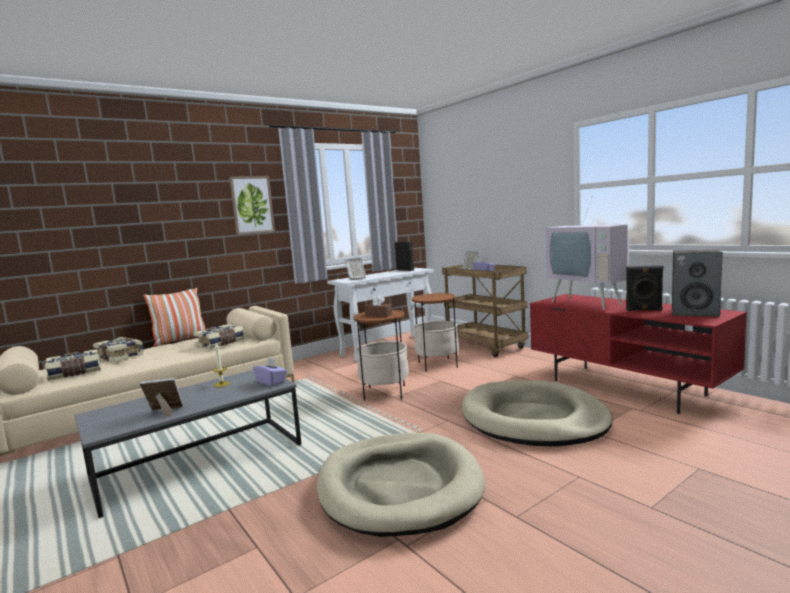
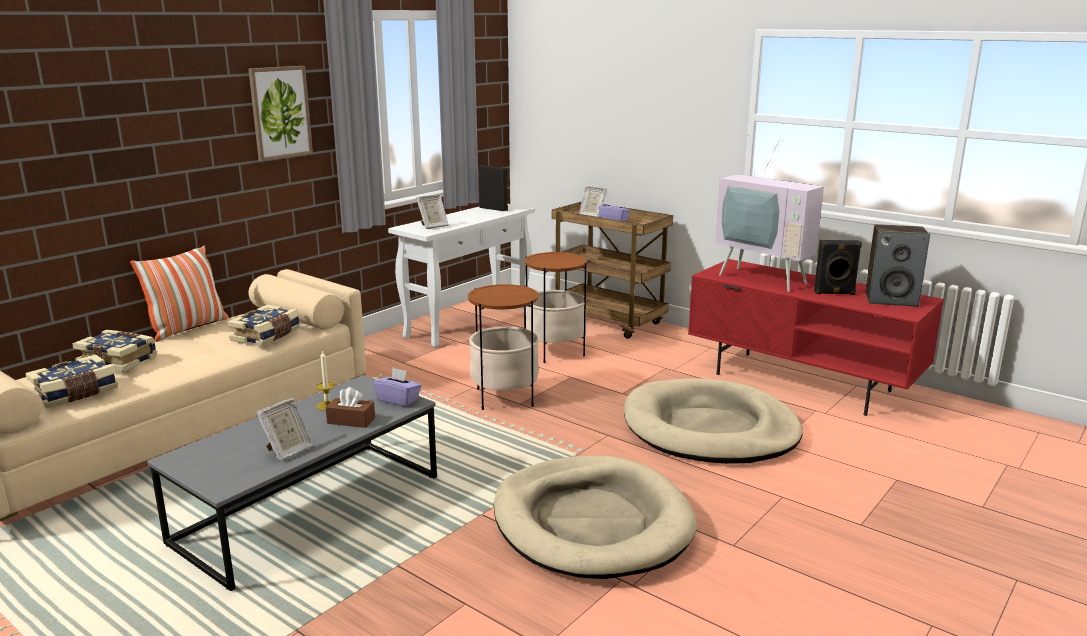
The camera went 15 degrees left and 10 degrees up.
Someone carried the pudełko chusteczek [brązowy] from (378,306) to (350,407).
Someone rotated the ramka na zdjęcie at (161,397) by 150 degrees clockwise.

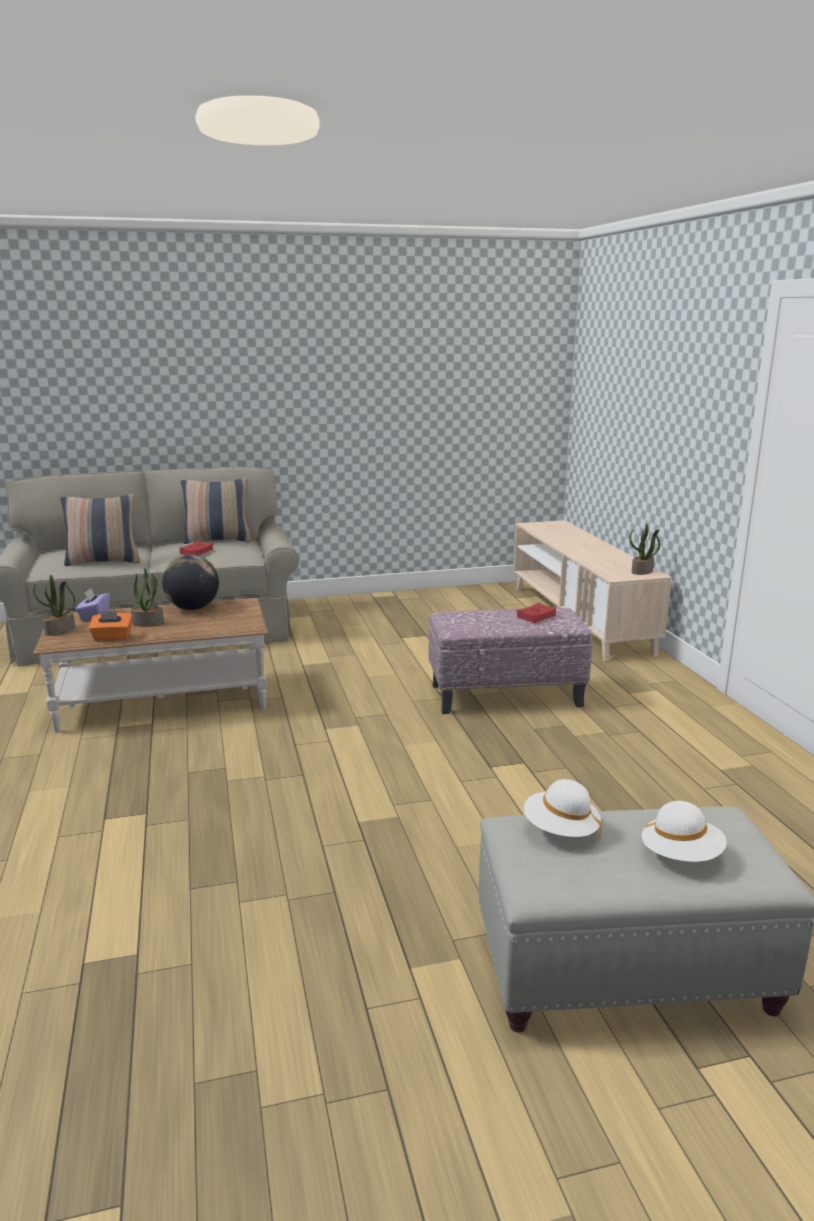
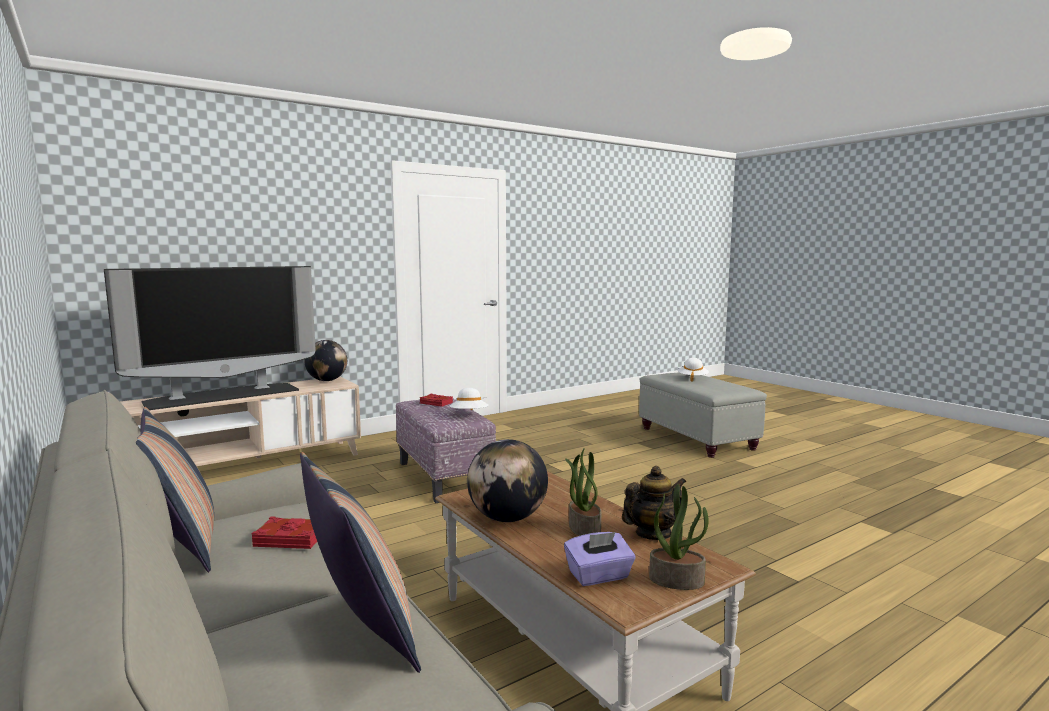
The camera went 110 degrees left and 10 degrees down.
Someone put down the telewizor at (210,338).
Someone carried the kapelusz [biały] from (562,809) to (469,399).
Someone swapped the pudełko chusteczek [pomarańczowy] at (110,626) for the imbryk at (654,503).
Someone swapped the roślina doniczkowa at (644,549) for the globus at (325,360).

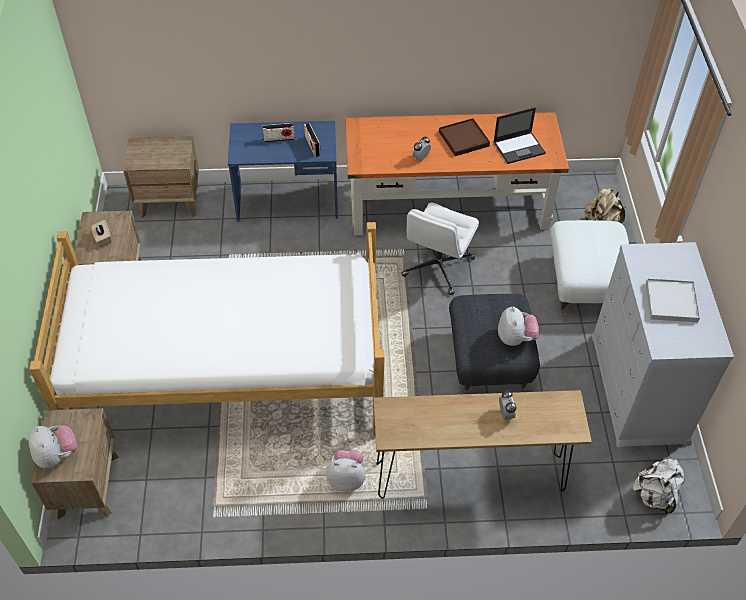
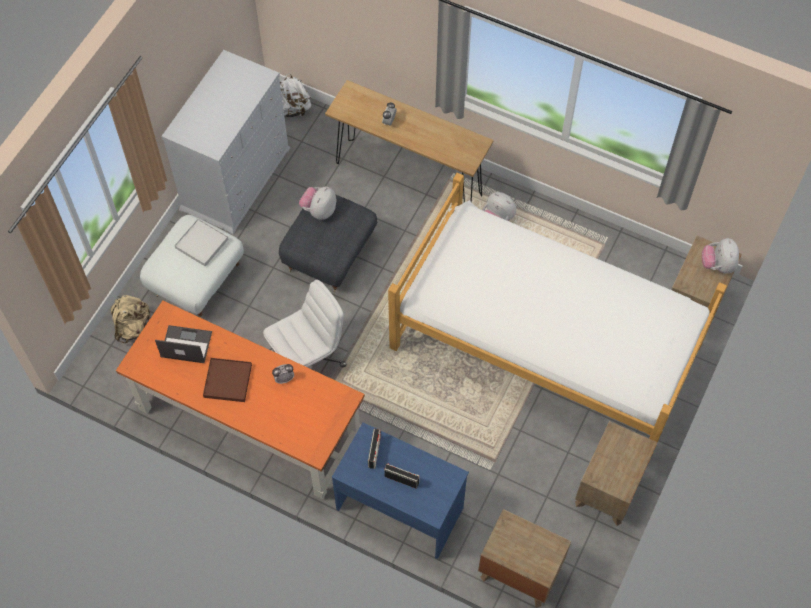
The camera went 150 degrees left and 10 degrees up.
Someone took away the pudełko chusteczek [beżowy] at (101,233).
Someone carried the taca [biały] from (673,300) to (201,243).

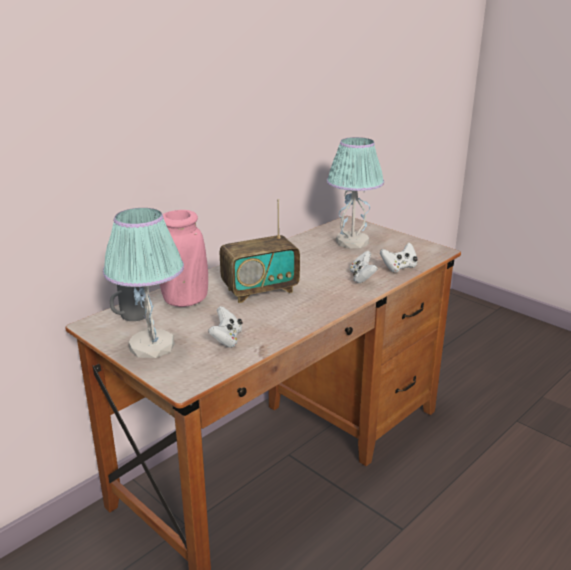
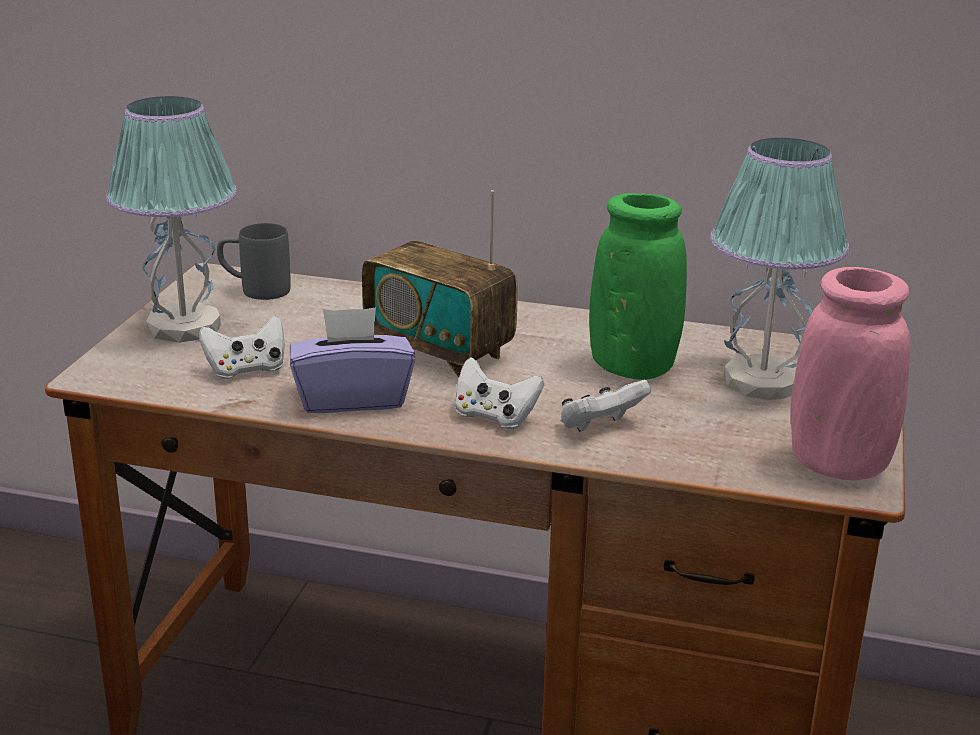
The camera went 60 degrees right and 0 degrees up.
Someone put down the pudełko chusteczek [fioletowy] at (352,360).
Someone put down the wazon [zielony] at (638,286).
Someone carried the wazon [różowy] from (184,258) to (850,373).
Someone carried the pad do gier [biały] from (399,257) to (499,393).

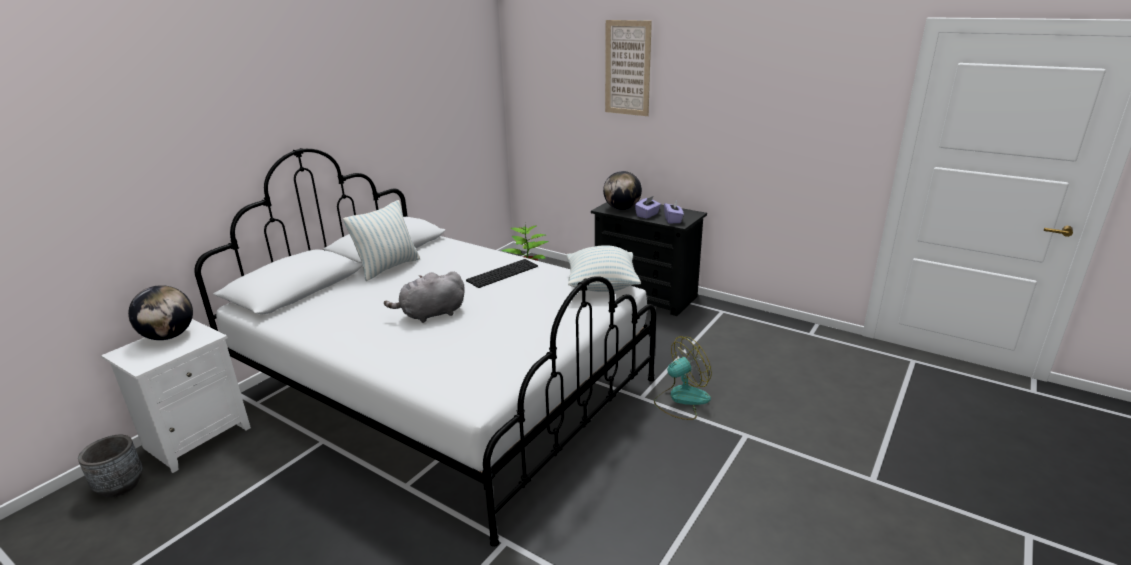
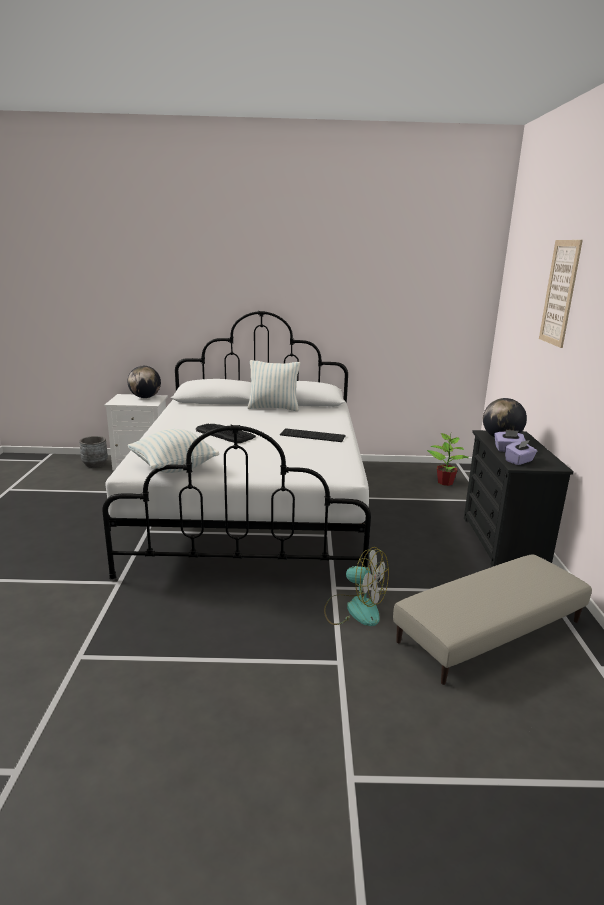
The camera went 55 degrees right and 5 degrees down.
Someone put down the pufa [beżowy] at (492,619).
Someone carried the poduszka from (604,268) to (173,451).
Someone swapped the pluszak [szary] at (424,297) for the klawiatura at (226,433).

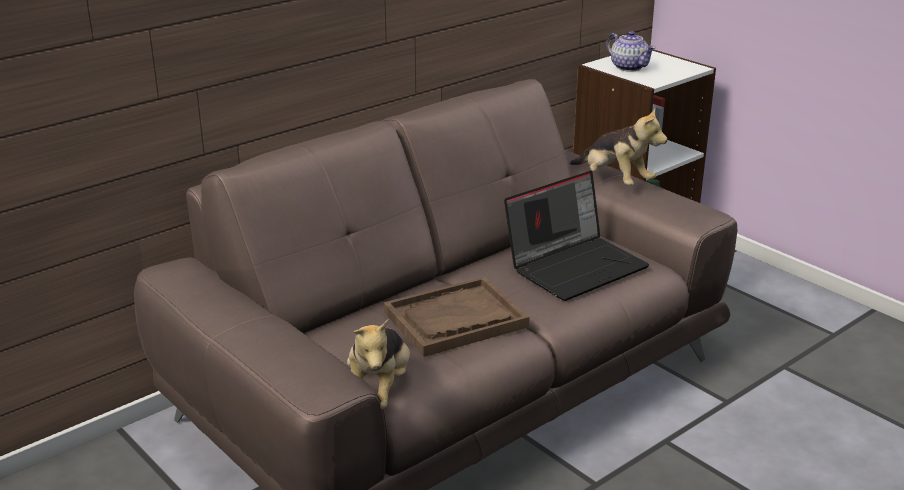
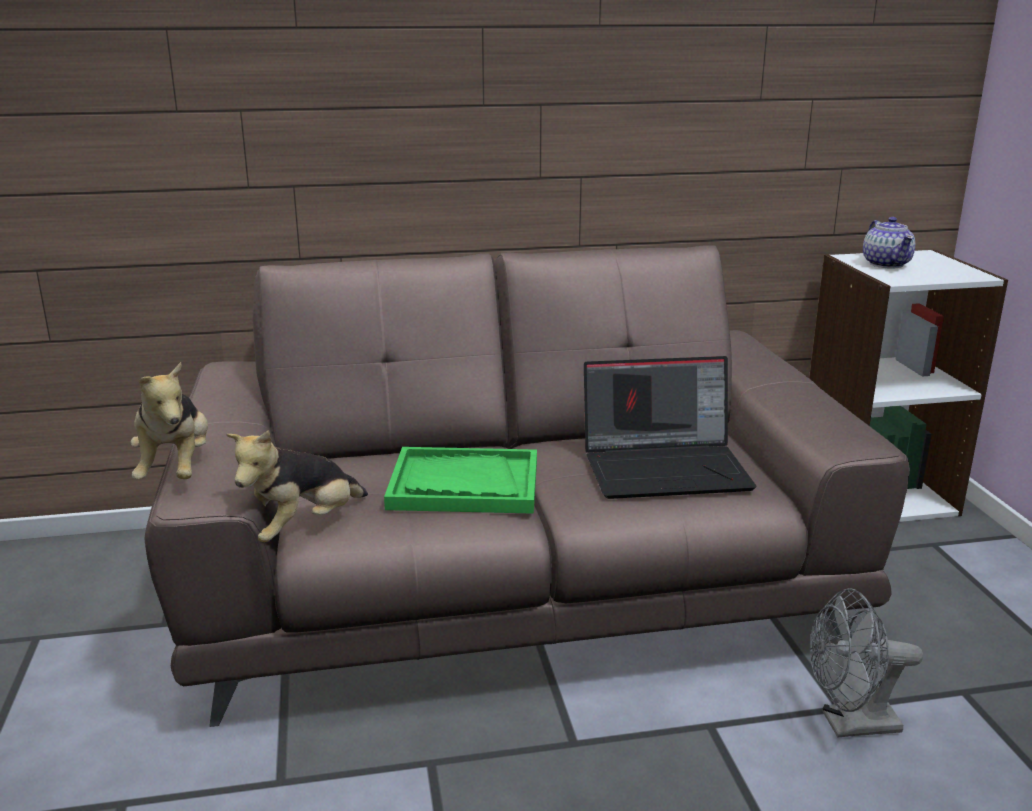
The camera went 30 degrees right and 5 degrees down.
Someone put down the wentylator [szary] at (866,663).
Someone carried the pluszak from (619,146) to (169,420).
Someone repainted the taca [brązowy] at (457,317), which became the taca [zielony] at (460,480).

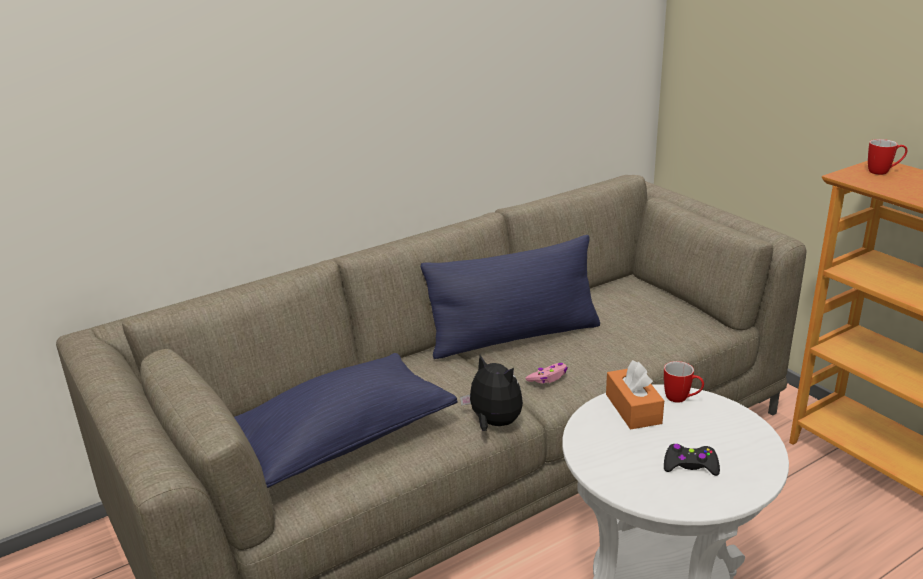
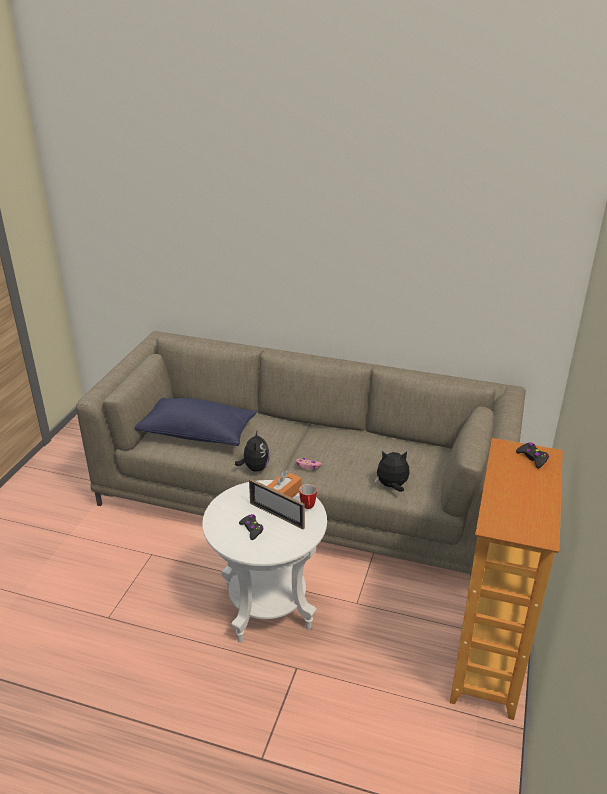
The camera went 50 degrees right and 5 degrees up.
Someone took away the poduszka [niebieski] at (510,297).
Someone put down the ramka na zdjęcie at (277,504).
Someone put down the pluszak at (392,471).
Someone swapped the kubek at (887,157) for the pad do gier [czarny] at (532,455).

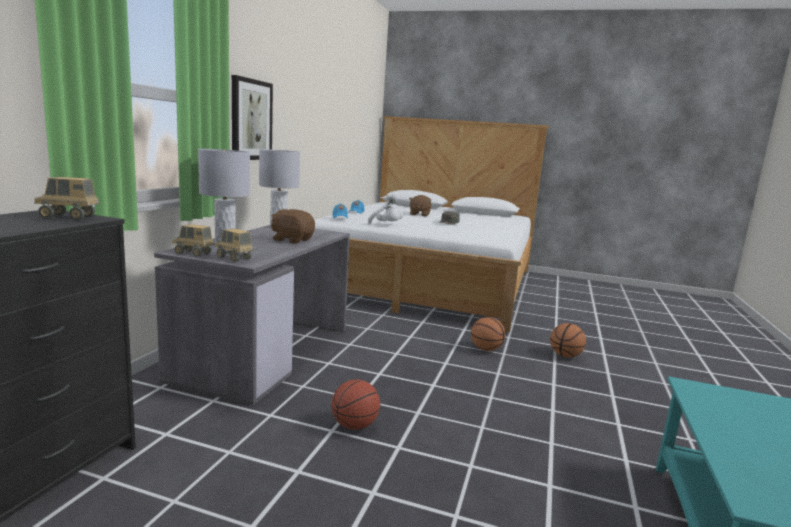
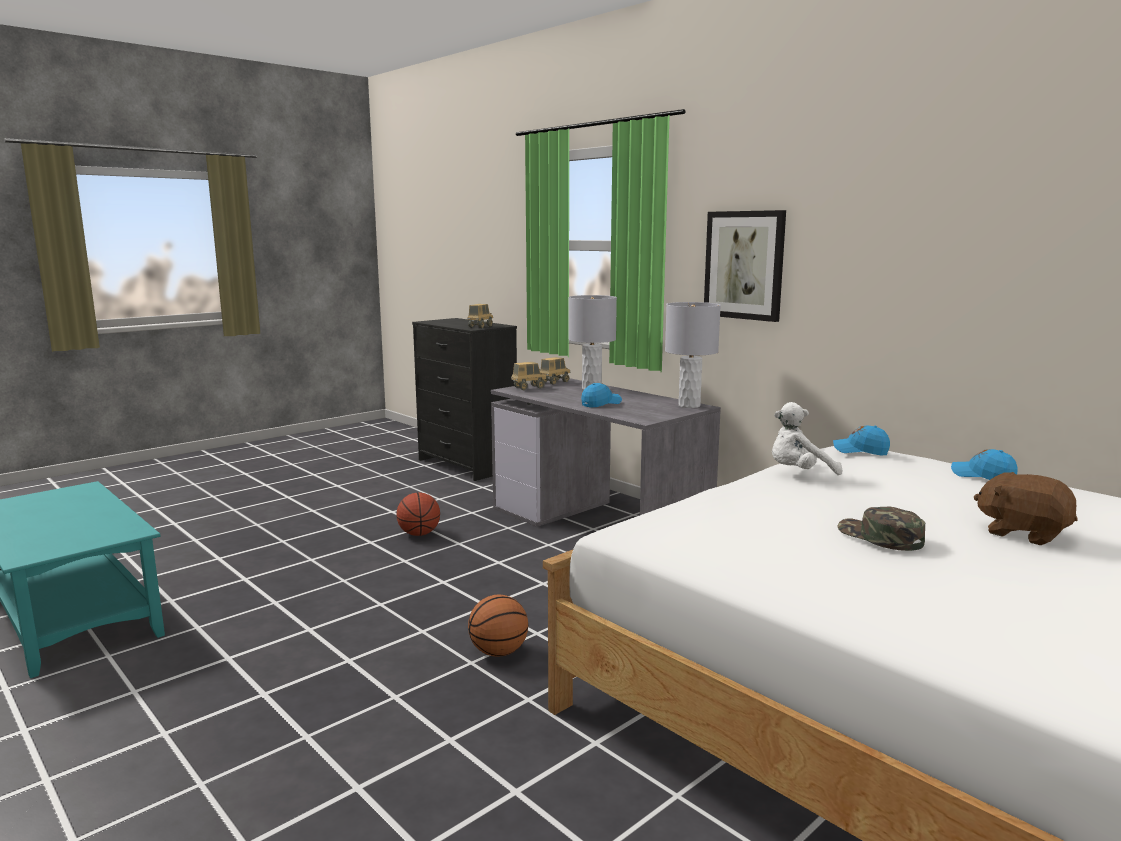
The camera went 120 degrees right and 0 degrees up.
Someone took away the piłka do koszykówki at (568,340).
Someone swapped the pluszak [brązowy] at (293,226) for the czapka z daszkiem [niebieski] at (601,395).

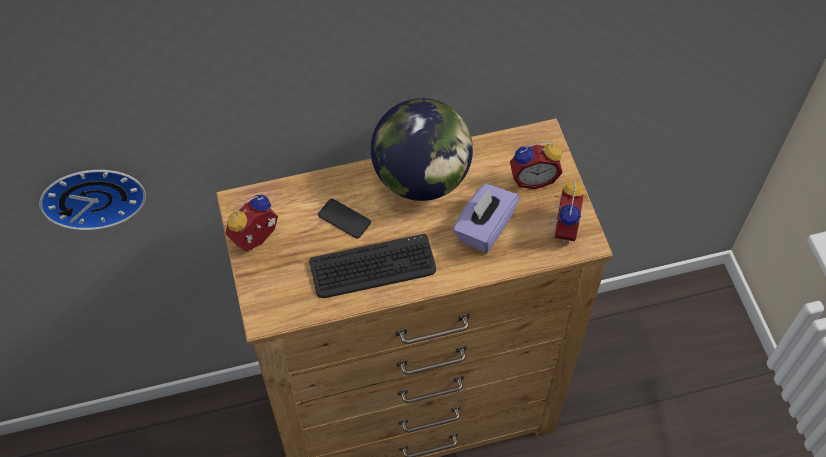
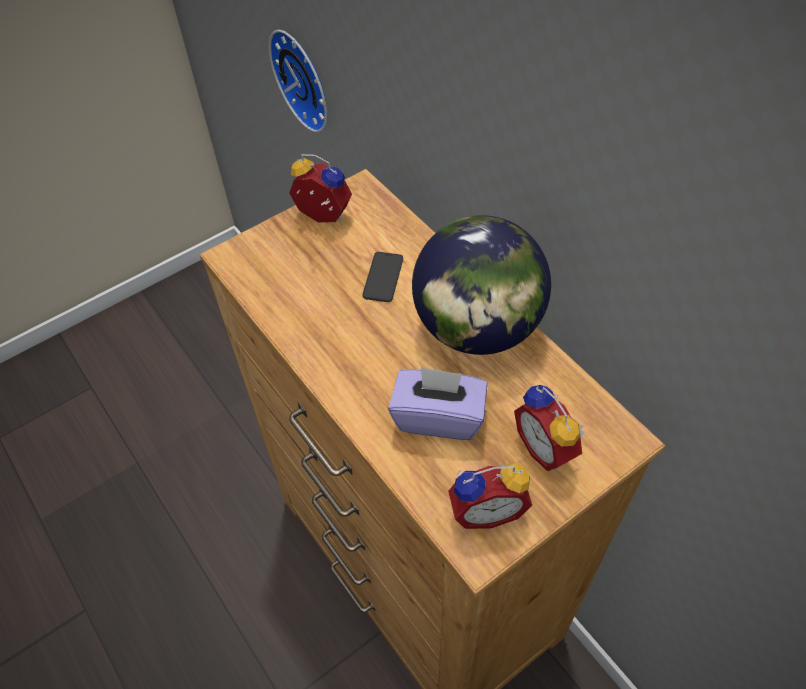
The camera went 70 degrees right and 5 degrees down.
Someone took away the klawiatura at (372,266).

